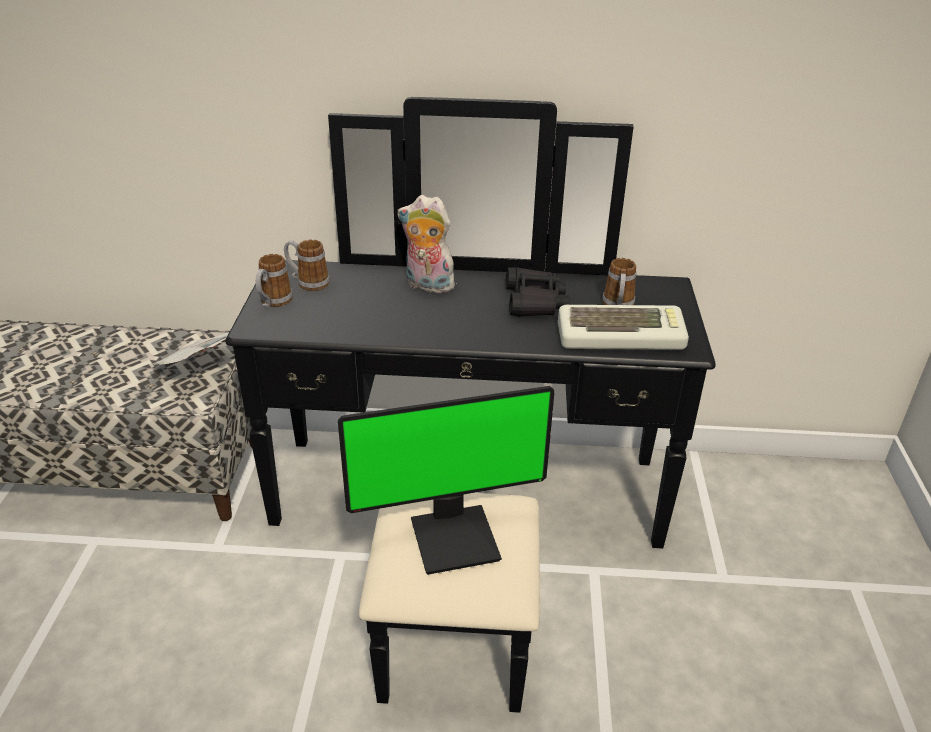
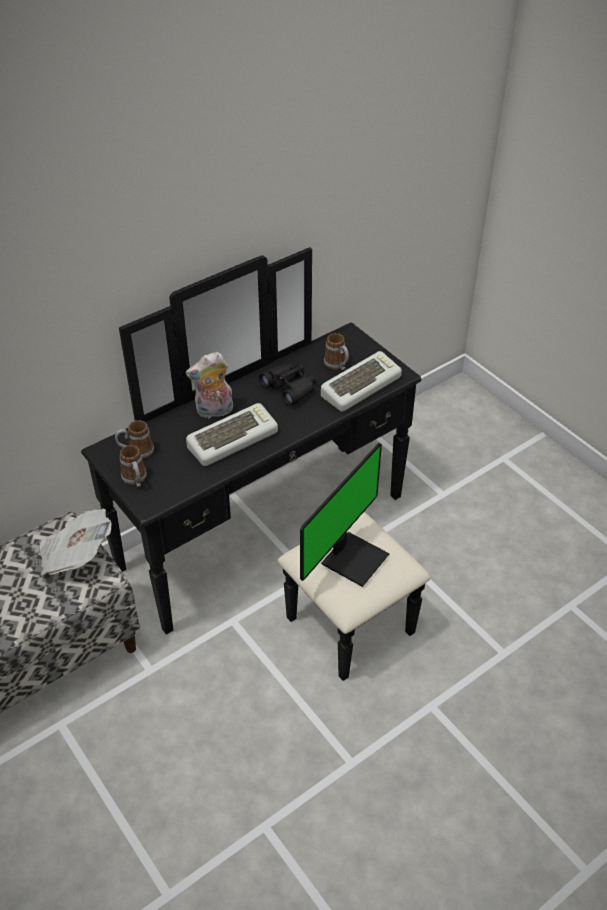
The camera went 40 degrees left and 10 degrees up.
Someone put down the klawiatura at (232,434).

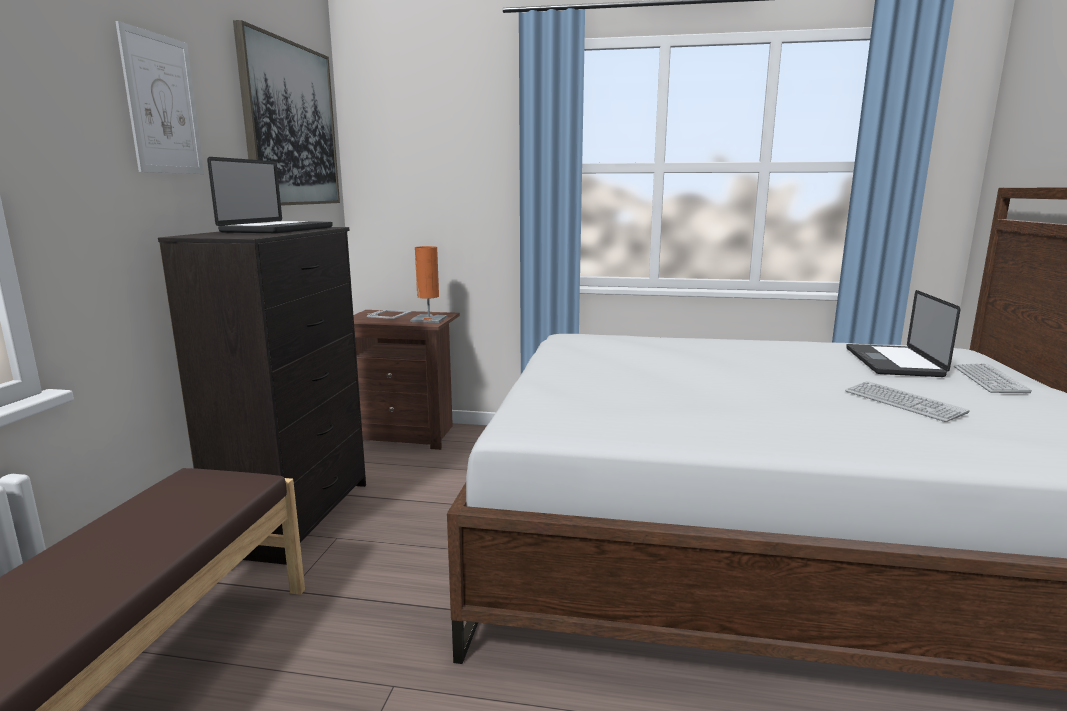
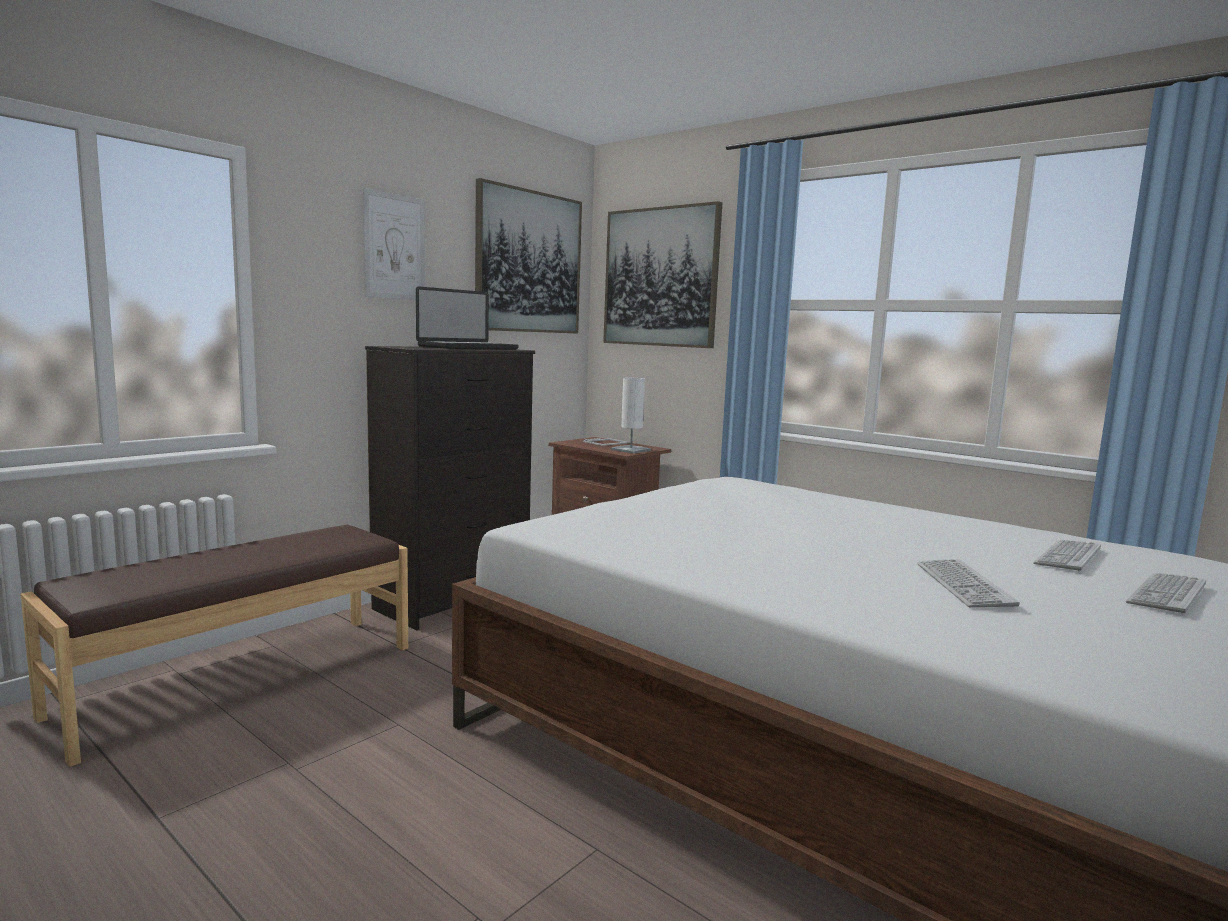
The camera went 30 degrees right and 5 degrees down.
Someone put up the obraz at (662,274).
Someone swapped the laptop at (903,333) for the klawiatura at (1067,556).
Someone repainted the lampa stołowa [pomarańczowy] at (429,284), which became the lampa stołowa [biały] at (631,416).

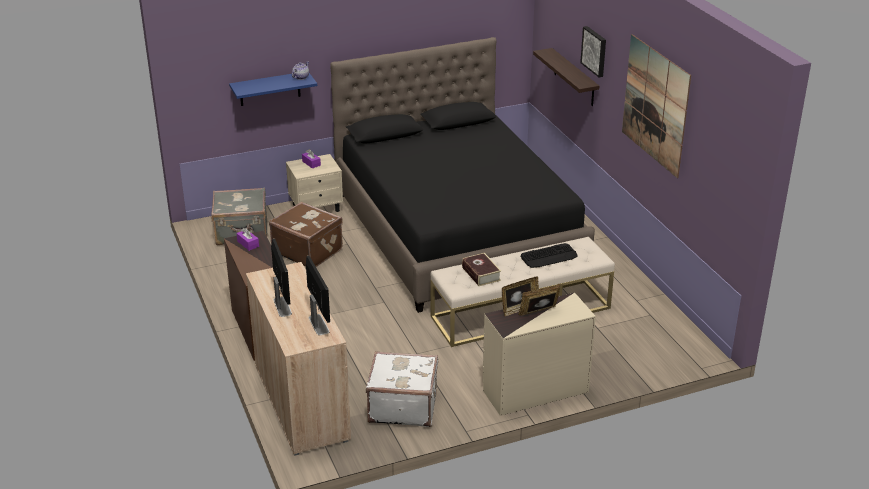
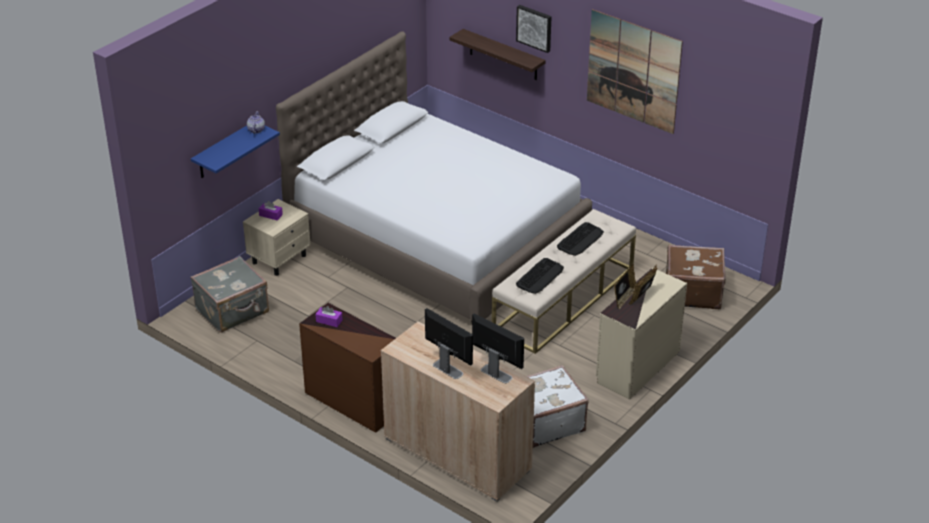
The camera went 30 degrees left and 5 degrees up.
Someone carried the walizka [brązowy] from (306,234) to (696,277).
Someone swapped the książka at (481,269) for the klawiatura at (540,276).
Someone repainted the łóżko [czarny] at (462,175), which became the łóżko [biały] at (434,177).

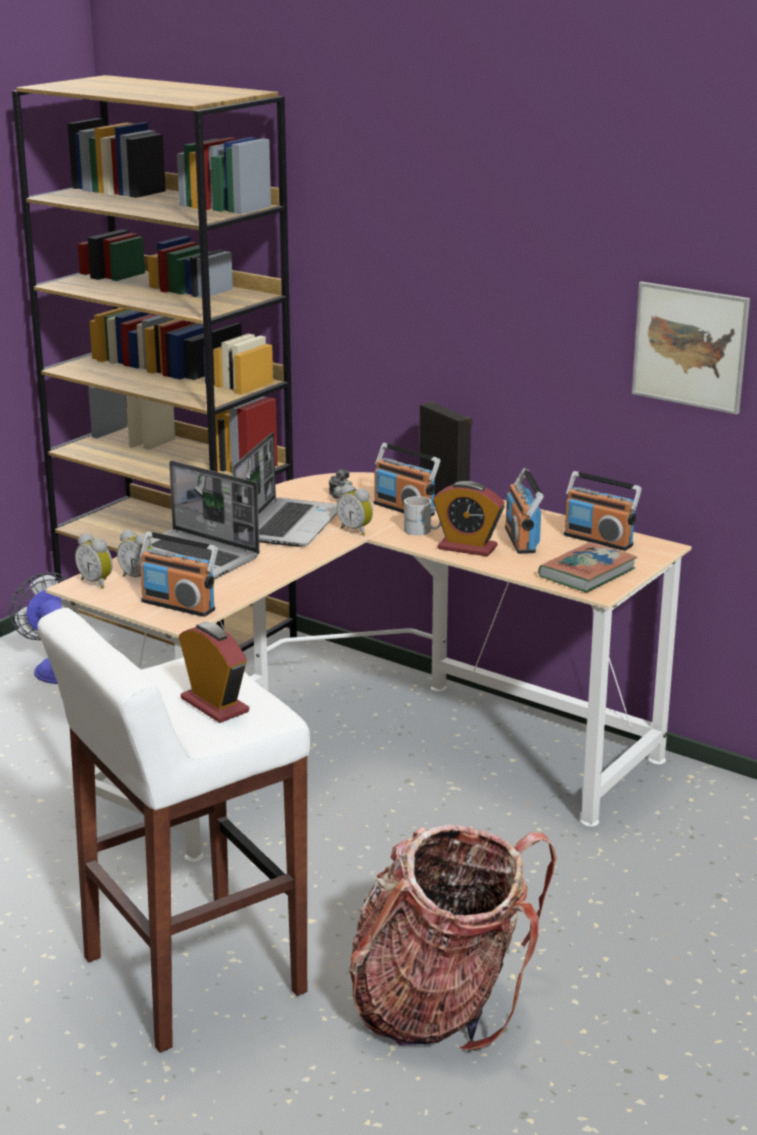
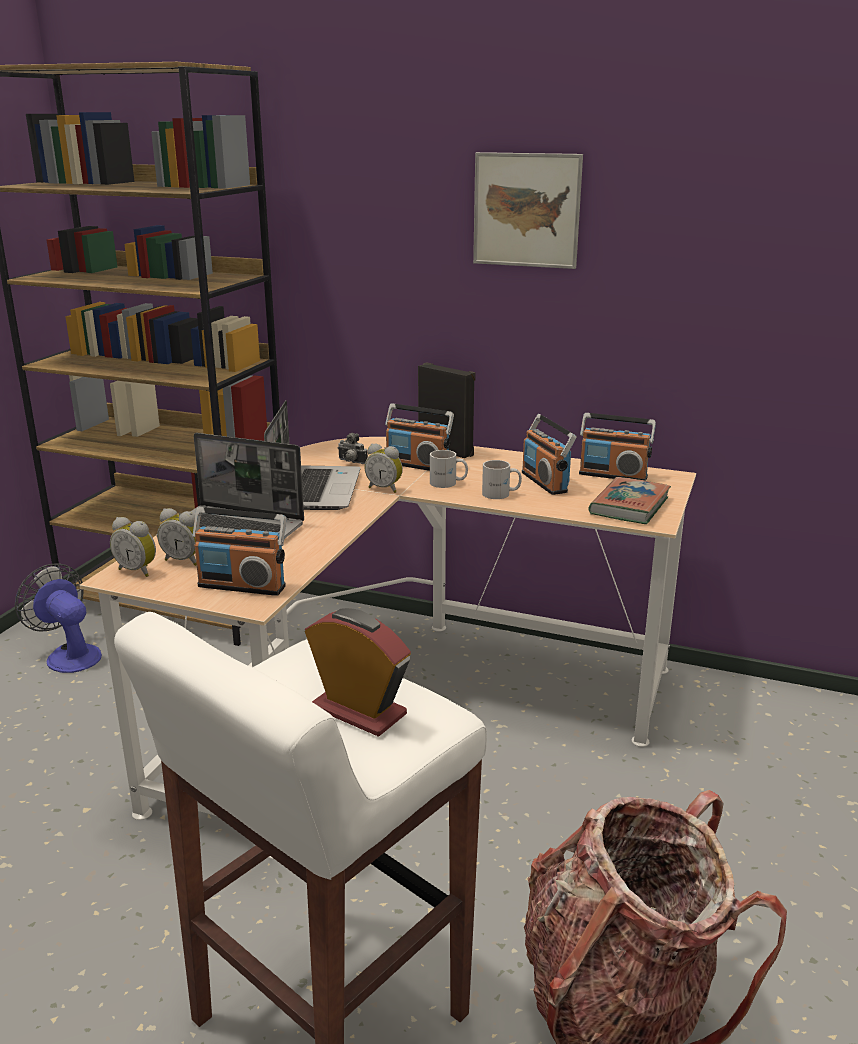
The camera went 15 degrees left and 0 degrees up.
Someone carried the obraz from (691,348) to (528,210).
Someone swapped the budzik at (469,519) for the kubek [biały] at (502,479).

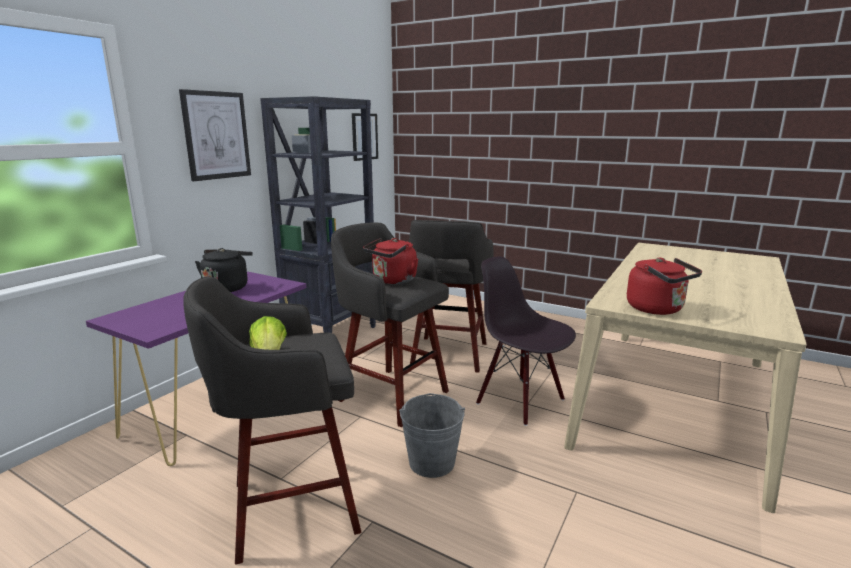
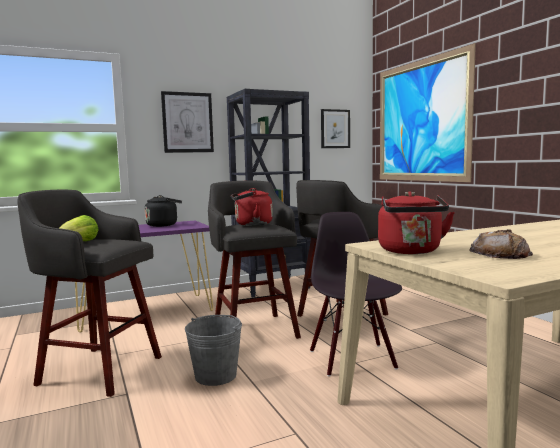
The camera went 35 degrees right and 10 degrees down.
Someone put up the obraz at (428,112).
Someone put down the chleb at (501,244).

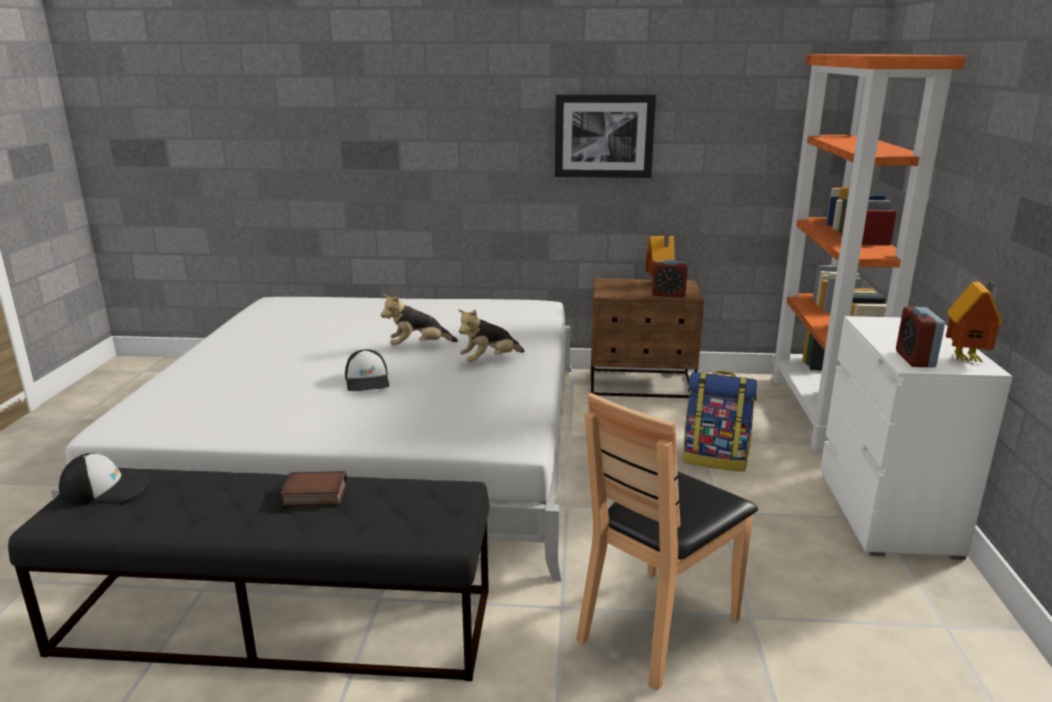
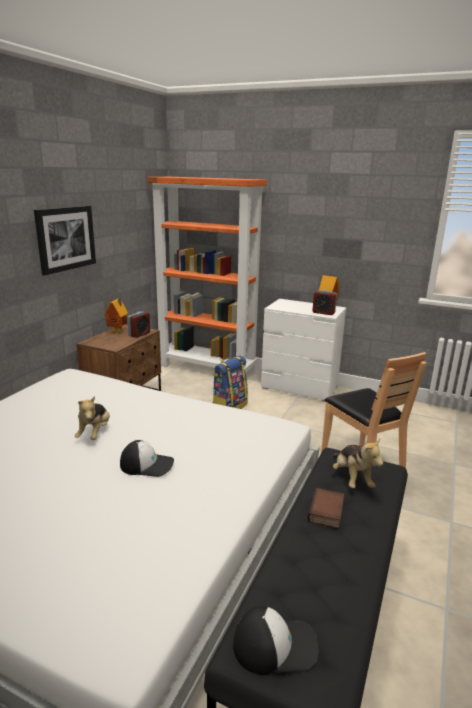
The camera went 70 degrees left and 0 degrees up.
Someone carried the pluszak from (491,335) to (358,463).
Someone rotated the czapka z daszkiem at (105,479) by 75 degrees clockwise.

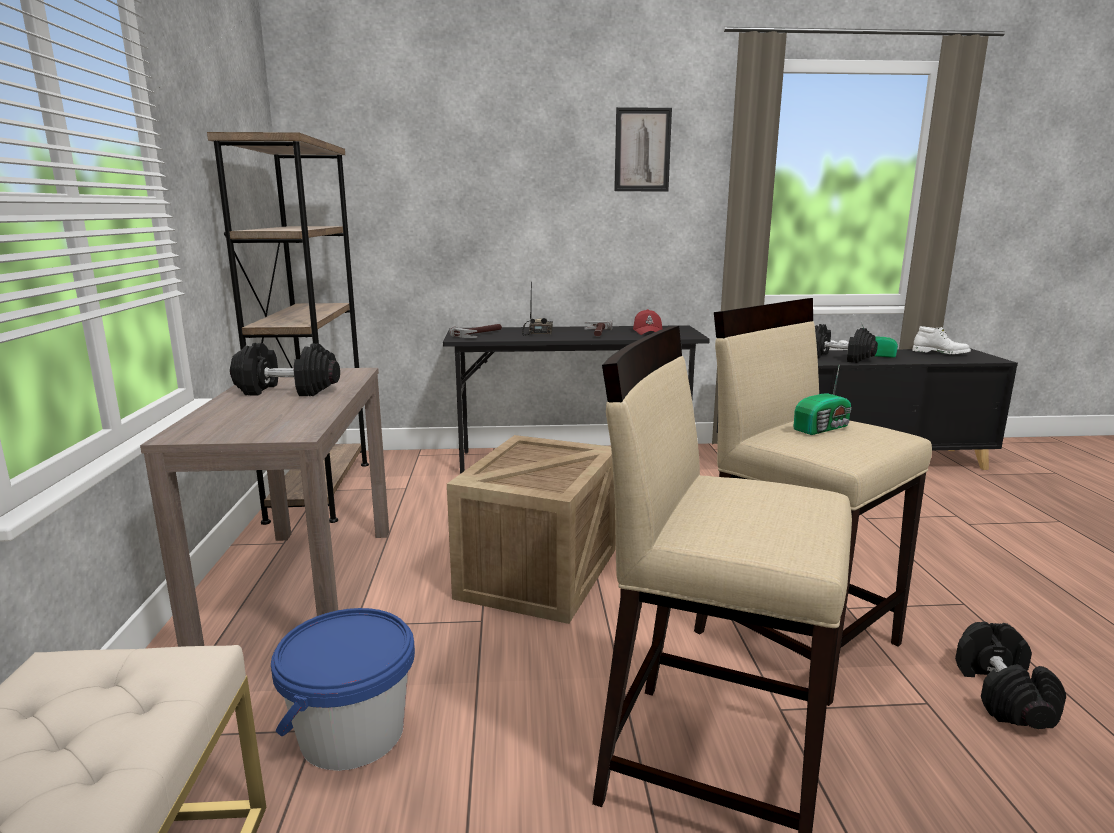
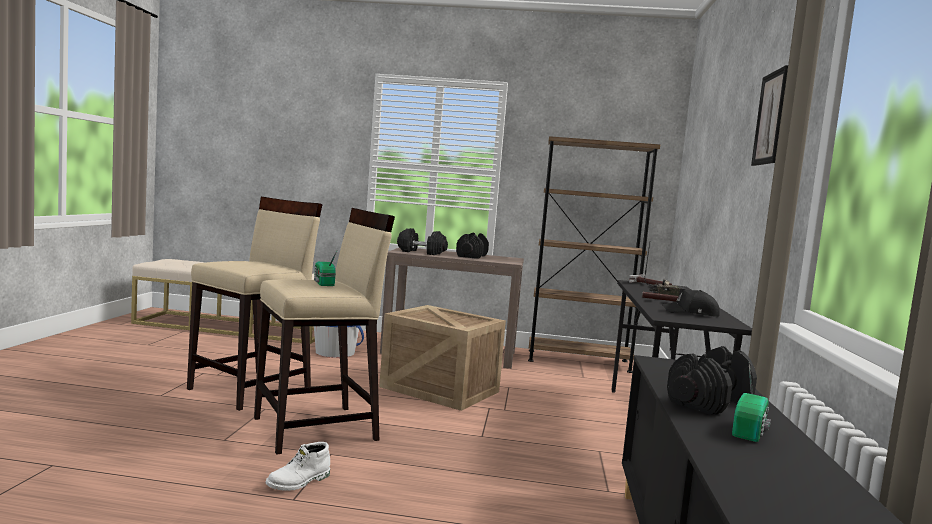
The camera went 100 degrees right and 10 degrees down.
Someone carried the but z cholewką [biały] from (941,340) to (298,466).
Someone carried the hantel [czarny] from (1010,675) to (422,241).
Someone repainted the czapka z daszkiem [czerwony] at (647,322), which became the czapka z daszkiem [czarny] at (691,303).

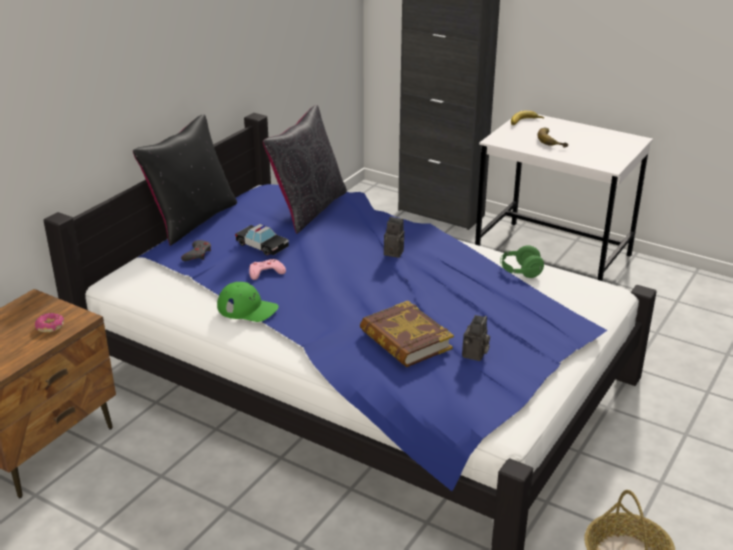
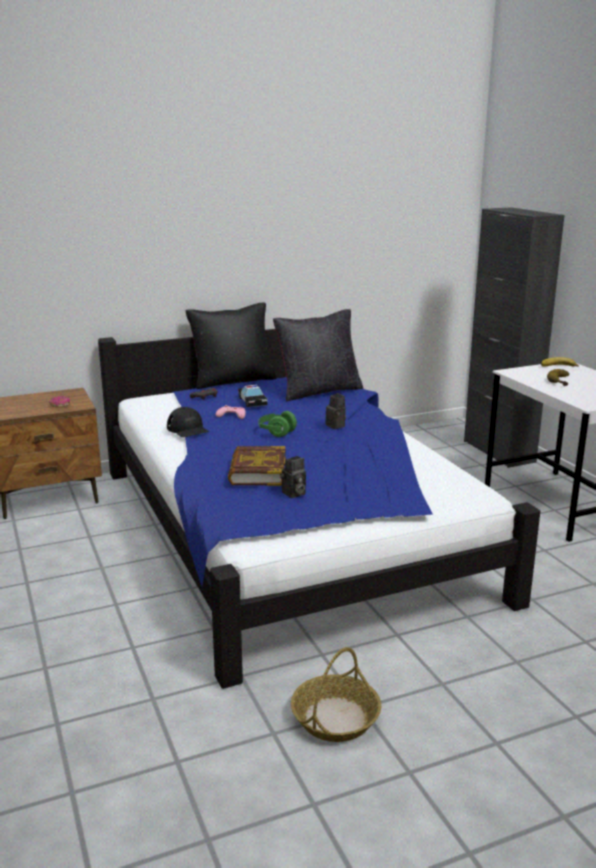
The camera went 35 degrees right and 10 degrees down.
Someone carried the słuchawki [zielony] from (522,261) to (277,424).
Someone repainted the czapka z daszkiem [zielony] at (247,302), which became the czapka z daszkiem [czarny] at (188,422).

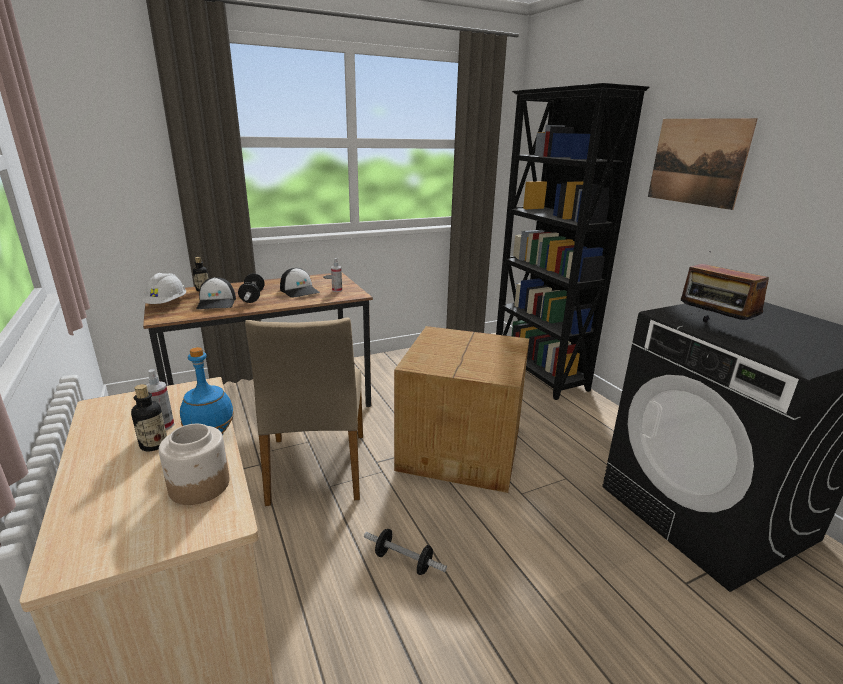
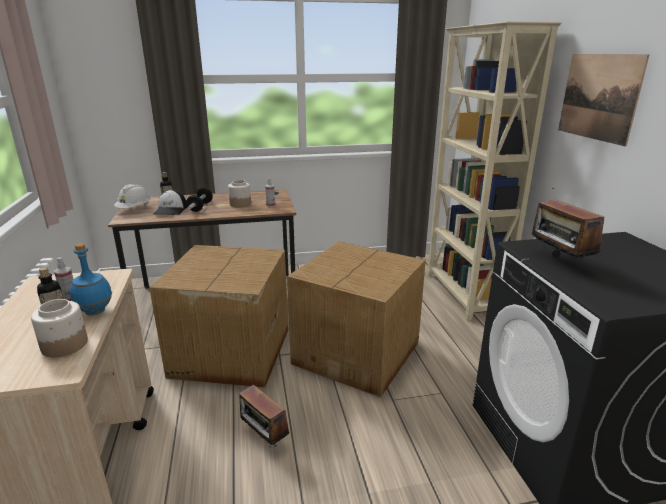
The camera went 15 degrees right and 0 degrees up.
Someone swapped the krzesło [beżowy] at (304,412) for the karton at (218,316).
Someone swapped the czapka z daszkiem at (300,283) for the słoik at (239,194).
Someone swapped the hantel at (405,552) for the radio at (264,415).
Someone repainted the regał [czarny] at (572,241), which became the regał [beżowy] at (494,171).

